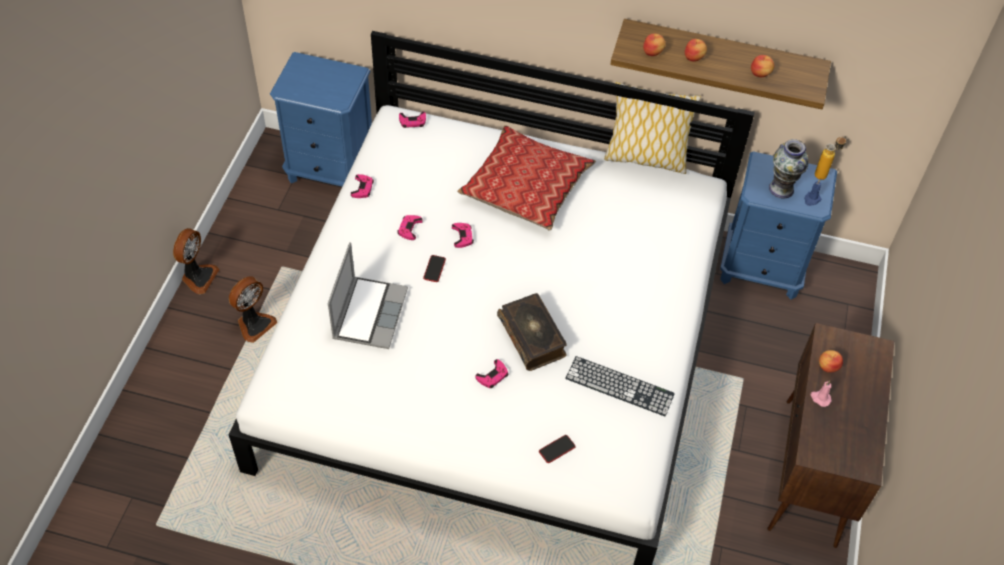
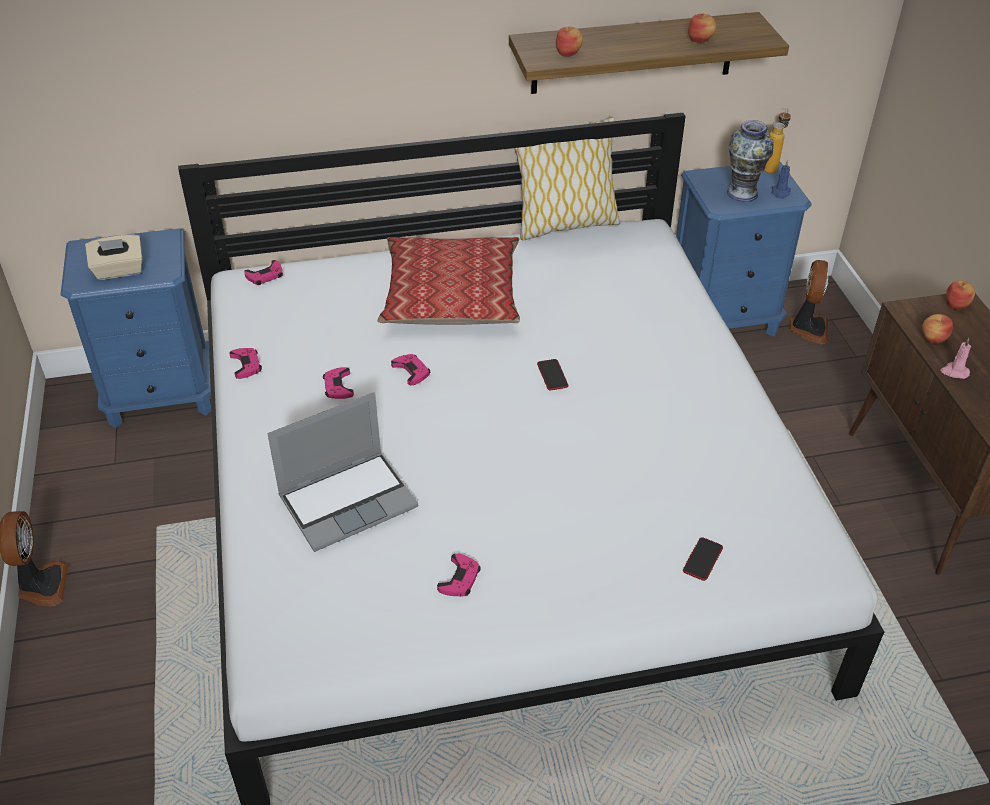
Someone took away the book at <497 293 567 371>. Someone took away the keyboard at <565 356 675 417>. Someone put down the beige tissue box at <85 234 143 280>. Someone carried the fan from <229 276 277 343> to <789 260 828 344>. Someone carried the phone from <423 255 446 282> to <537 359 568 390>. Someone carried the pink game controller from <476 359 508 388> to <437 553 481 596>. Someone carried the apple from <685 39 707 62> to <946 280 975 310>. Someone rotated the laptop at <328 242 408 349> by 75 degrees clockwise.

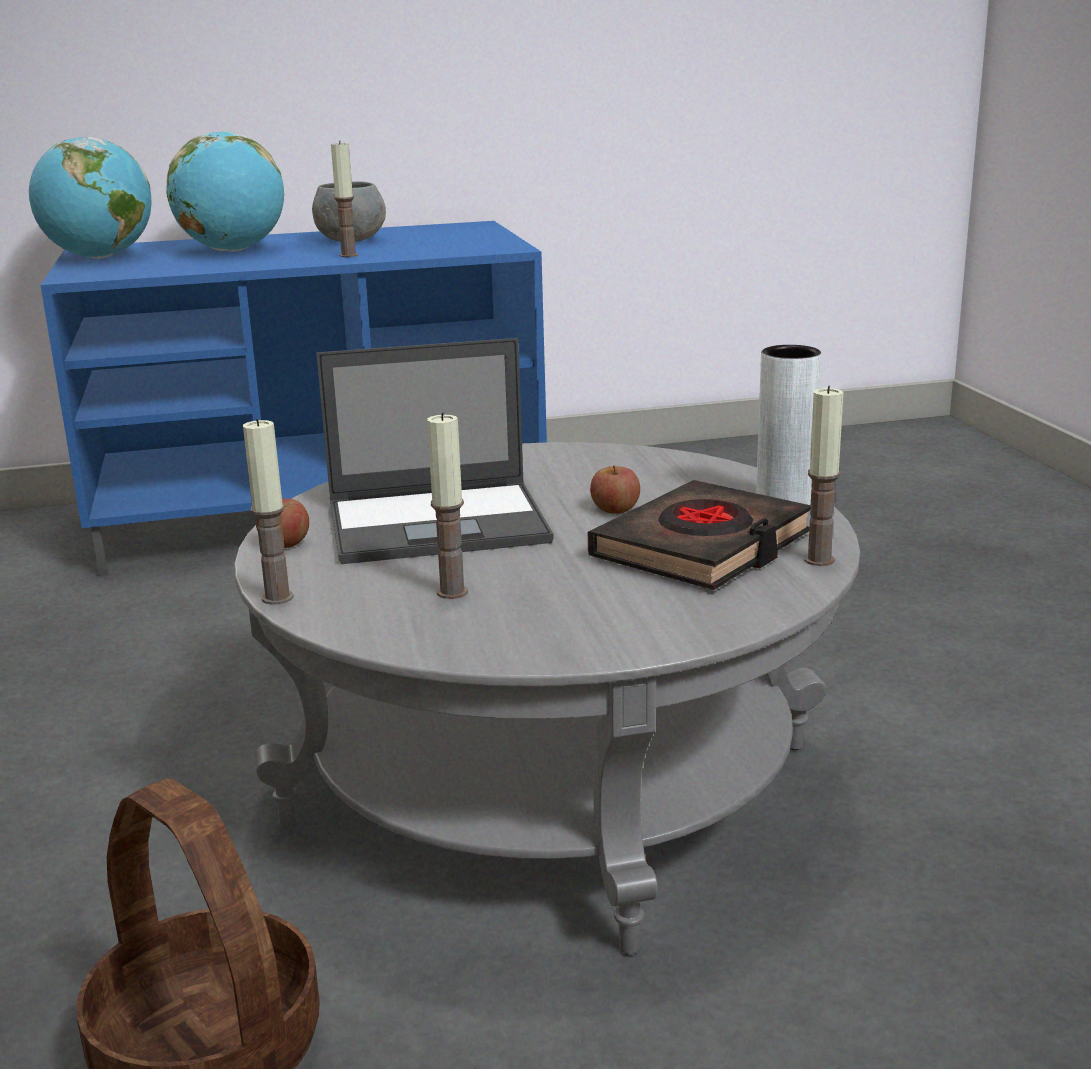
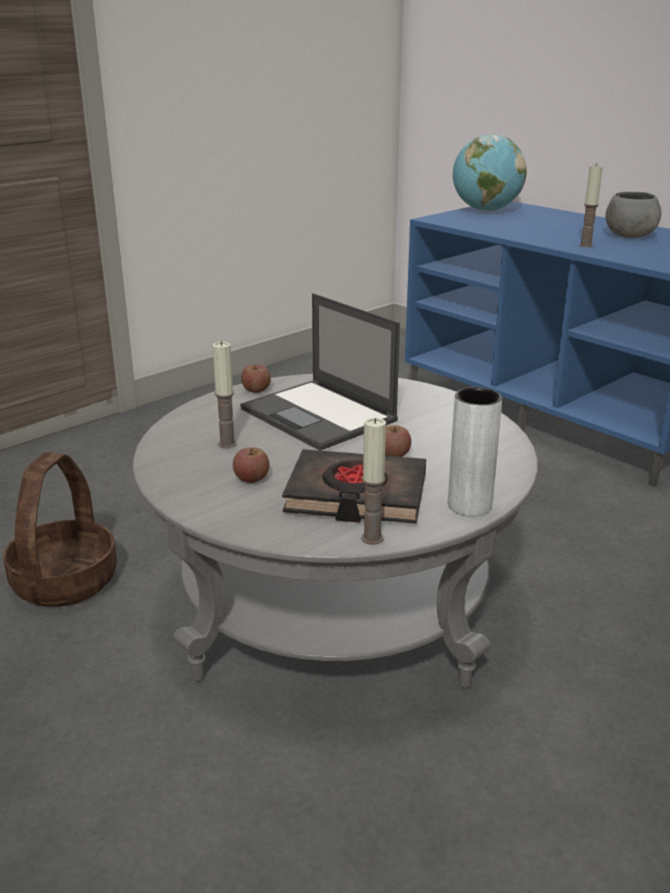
Someone took away the globe at <166 131 284 251>. Someone took away the candle at <243 419 294 605>. Someone put down the apple at <233 447 269 483>.

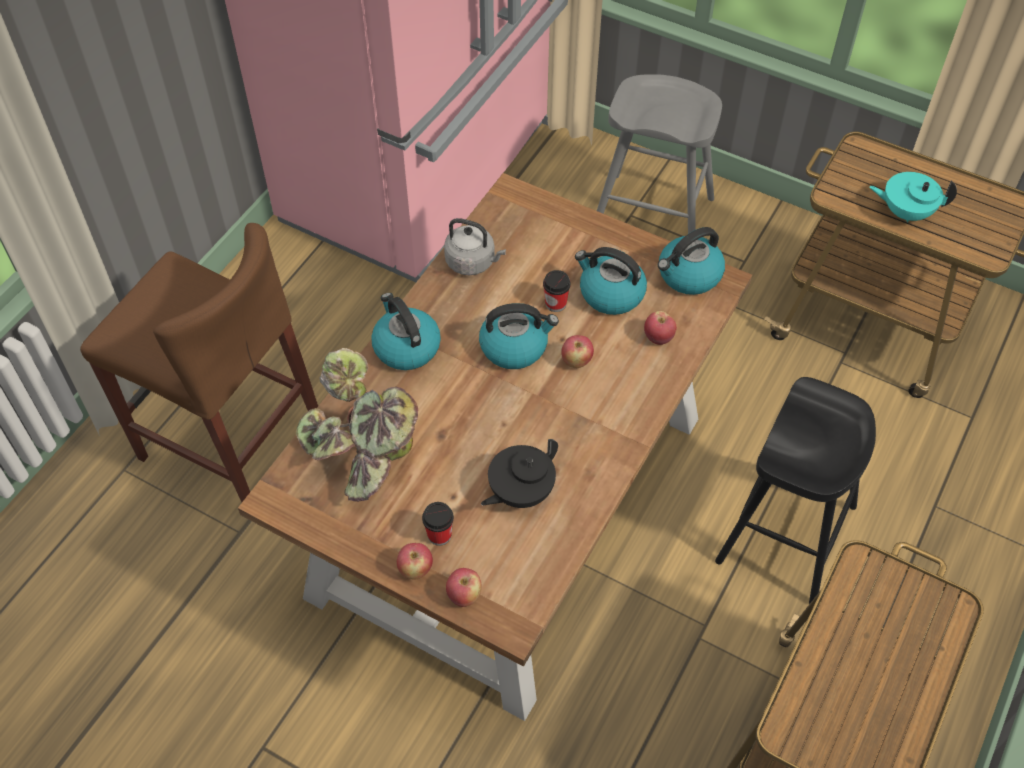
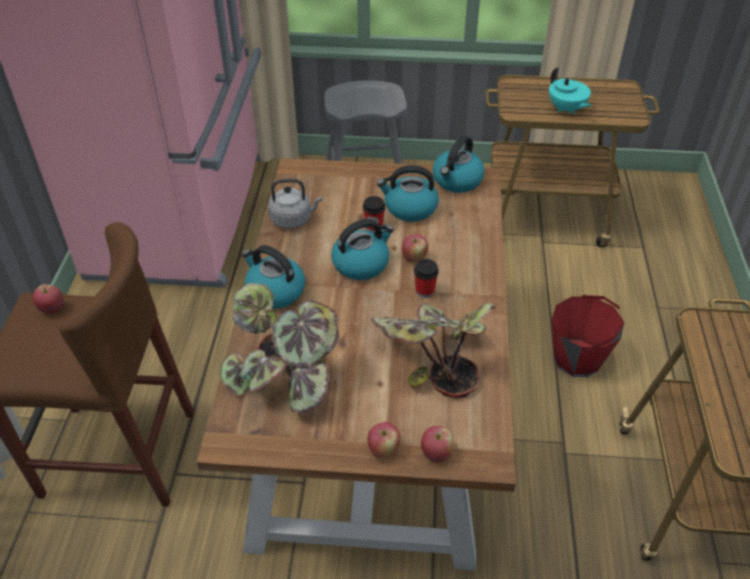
Someone carried the cup from <422 502 454 546> to <414 259 439 298>. Someone carried the apple from <644 311 677 345> to <33 284 64 314>. Someone swapped the black teapot at <481 439 558 508> for the potted plant at <371 303 496 398>. Someone swapped the black stool at <715 377 876 604> for the red bucket at <551 295 624 377>. Someone rotated the turquoise teapot at <869 172 957 222> by 105 degrees counterclockwise.

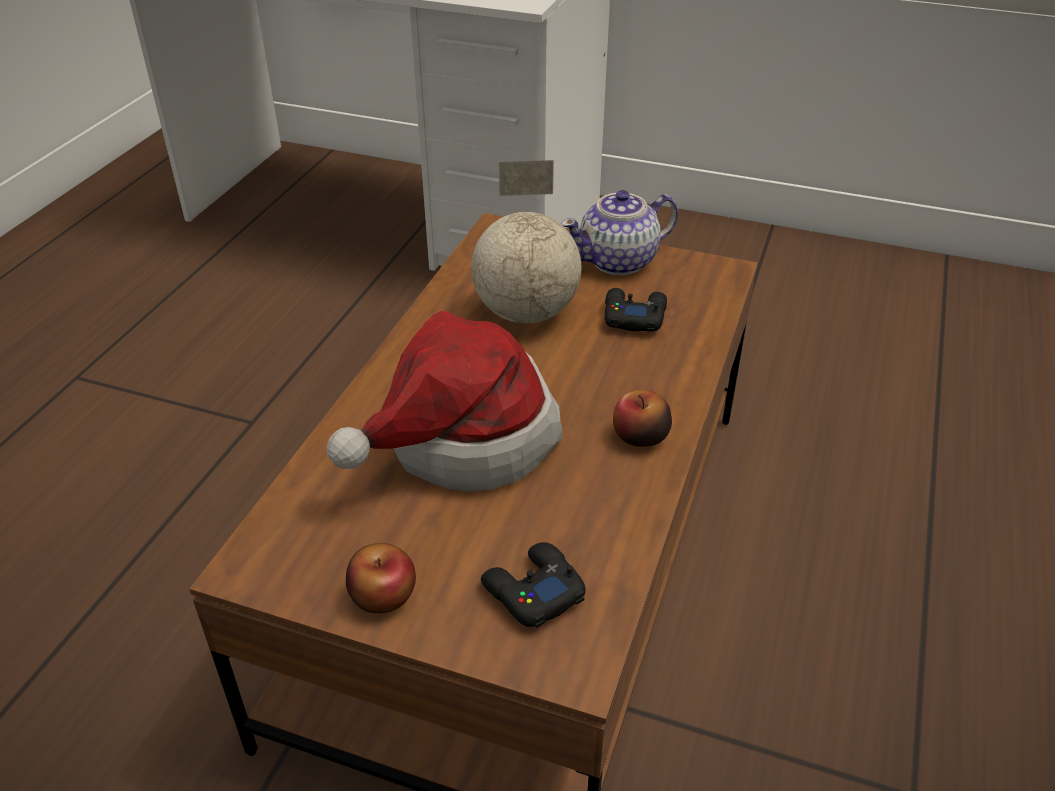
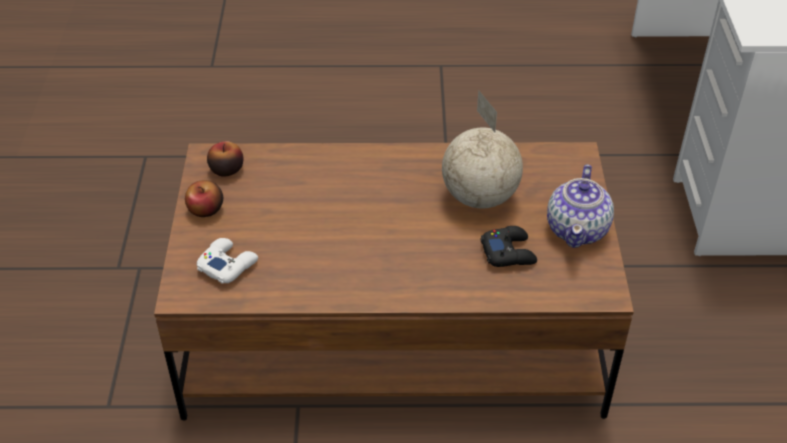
Someone took away the hat at <326 311 563 492>. Someone carried the apple from <613 390 672 447> to <207 141 244 177>. Someone repainted the black game controller at <481 542 586 628>, which became the white game controller at <197 238 258 284>. Someone rotated the teapot at <561 190 678 275> by 120 degrees counterclockwise.

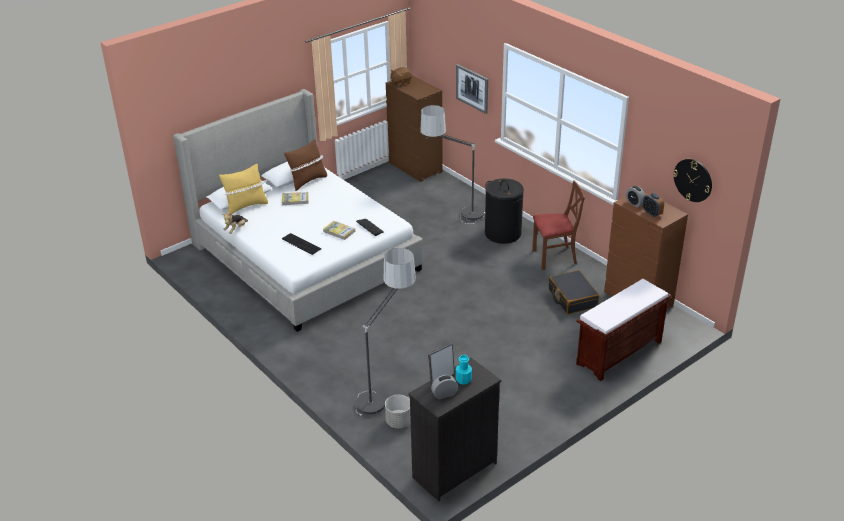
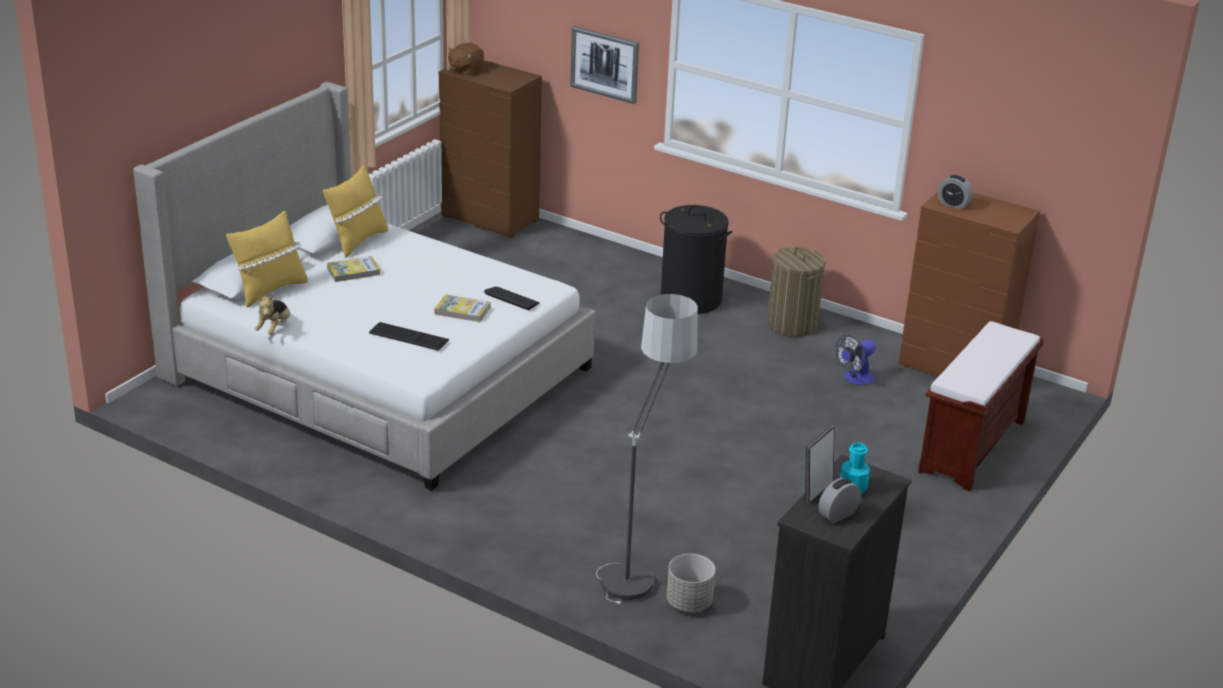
Someone took away the floor lamp at <420 105 485 224>. Someone took away the alarm clock at <643 193 664 217>. Someone took away the wall clock at <673 159 712 202>. Someone swapped the brown chair at <532 180 585 270> for the laundry basket at <767 247 826 337>. Someone swapped the black suitcase at <549 270 599 314> for the fan at <836 335 876 385>. Someone repainted the brown pillow at <284 139 327 191>, which became the yellow pillow at <323 165 388 258>.

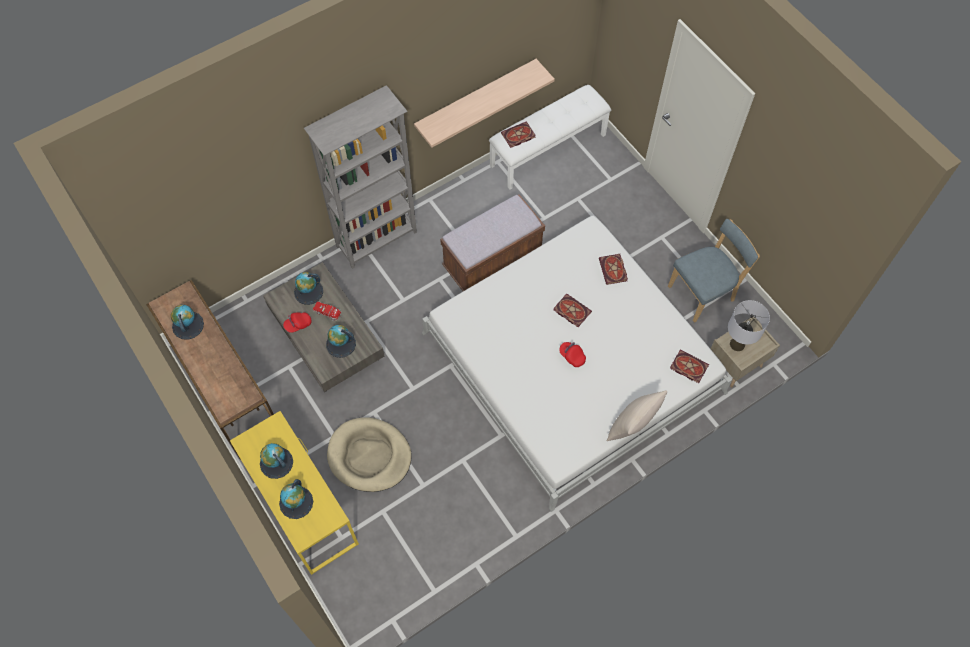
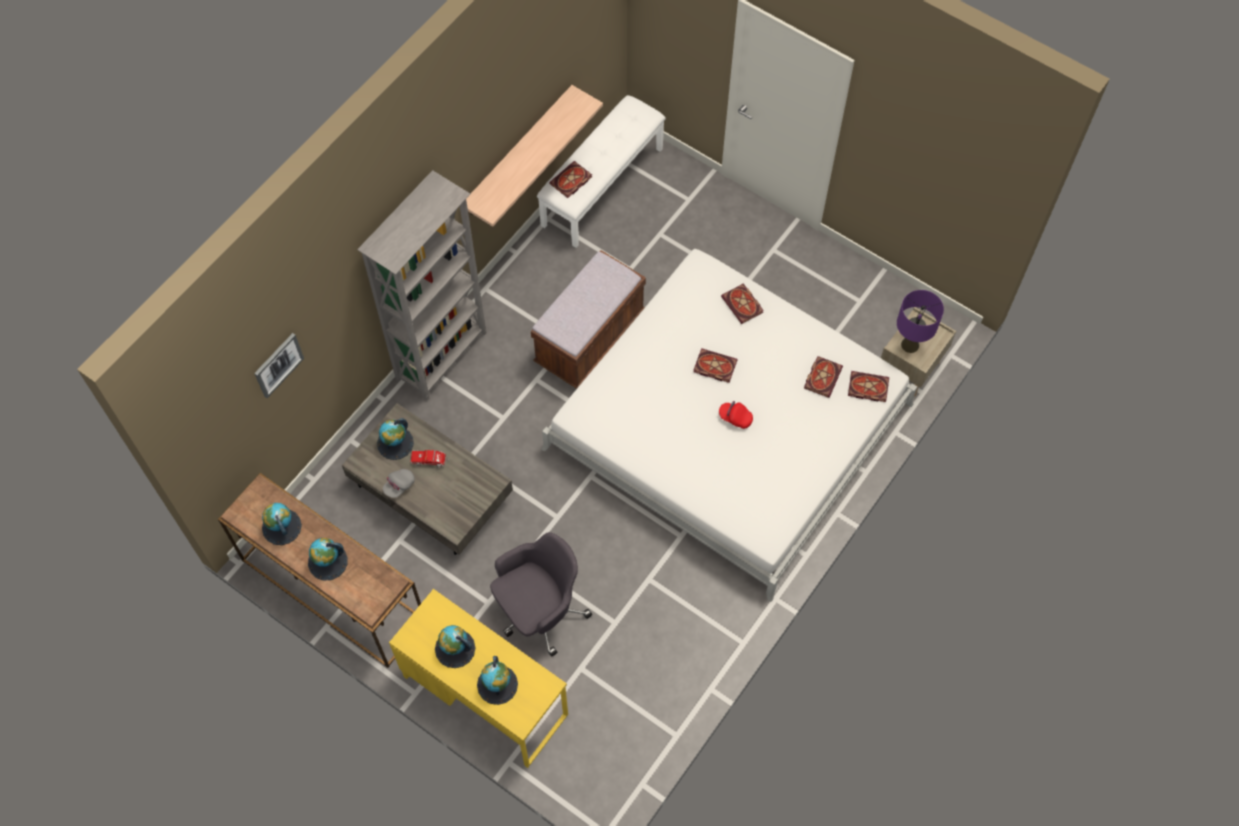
Someone took away the beige pillow at <607 390 667 441>. Someone took away the blue chair at <668 219 760 323>. Someone put up the picture at <254 333 304 398>. Someone put down the book at <804 356 843 398>. Someone carried the globe from <326 325 356 358> to <308 538 348 581>. Someone swapped the beige dog bed at <327 417 412 492> for the grey office chair at <490 532 592 657>. Someone repainted the red cap at <283 312 311 333>, which became the grey cap at <383 469 415 498>. Someone repainted the grey table lamp at <728 300 770 351>, which became the purple table lamp at <897 290 944 353>.

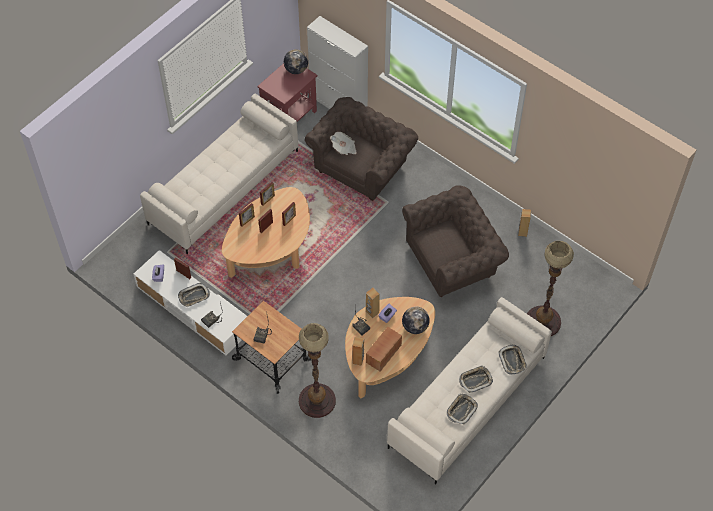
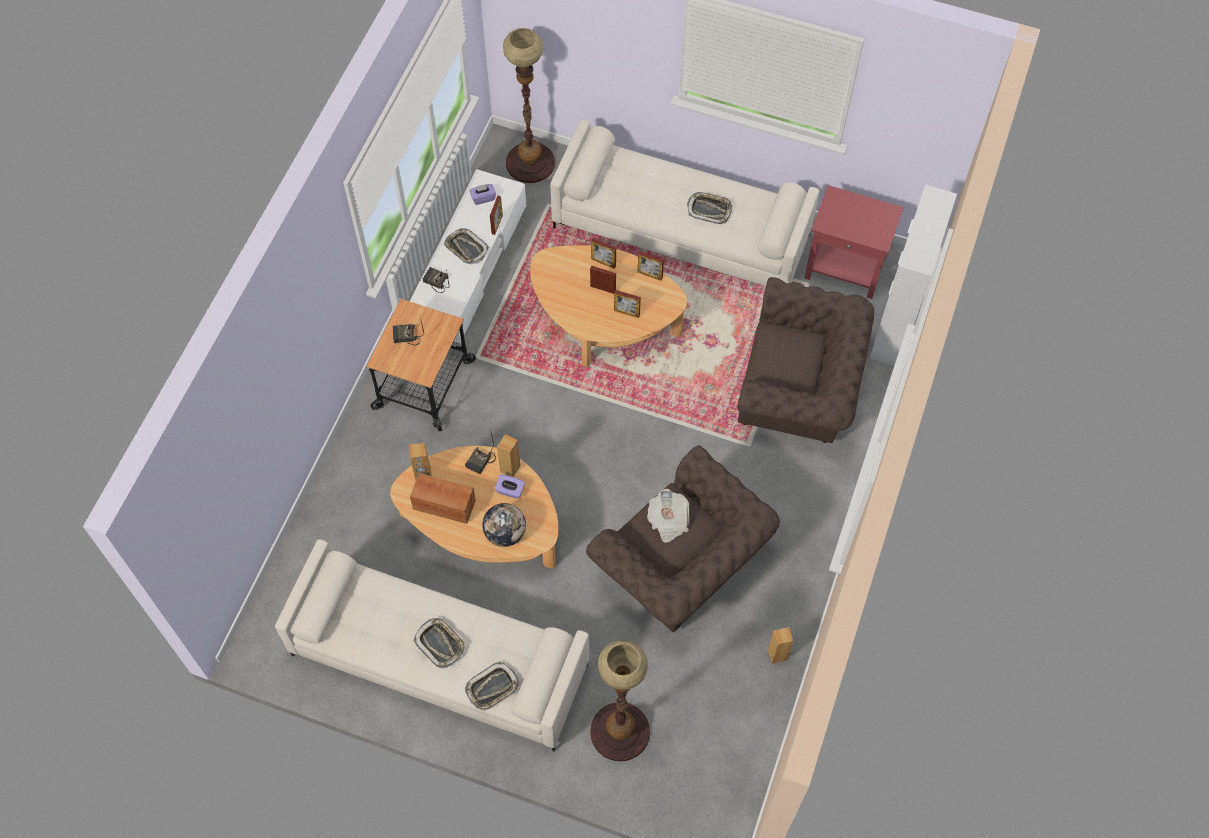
Someone took away the globe at <284 49 308 74>. Someone carried the floor lamp from <299 323 336 418> to <503 28 555 183>. Someone carried the newspaper from <330 132 357 155> to <647 489 690 543>. Someone carried the tray from <447 394 478 425> to <687 192 732 224>.

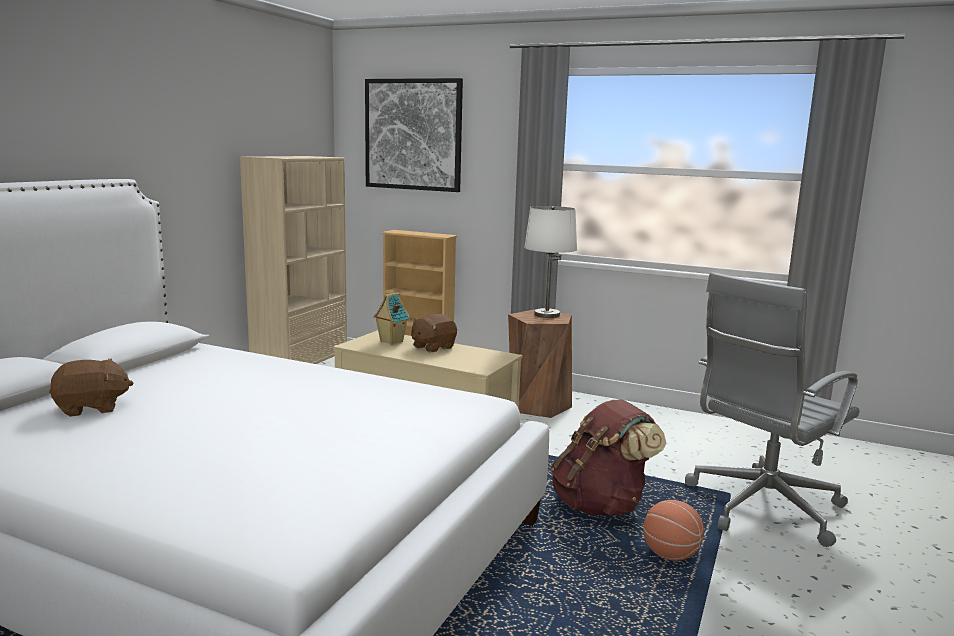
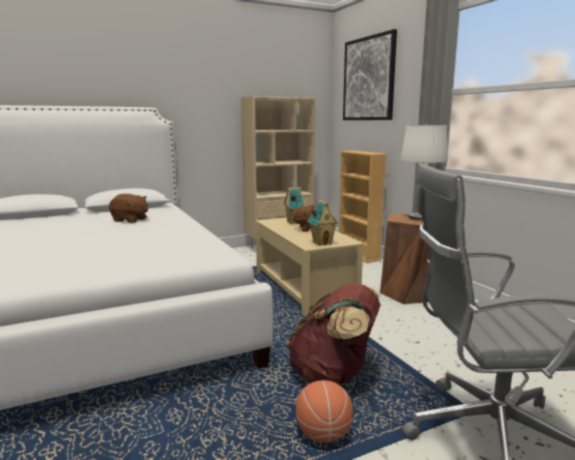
Someone put down the toy house at <308 200 338 246>. Someone carried the brown plush toy from <49 359 133 417> to <109 194 148 223>.

